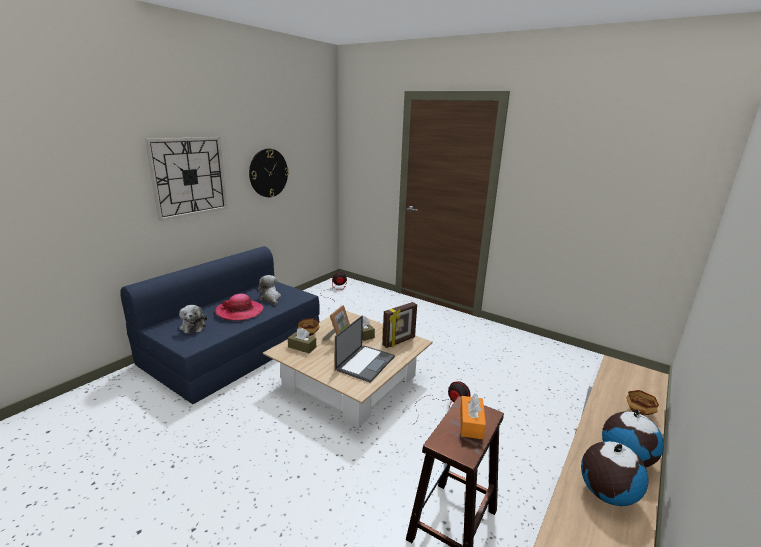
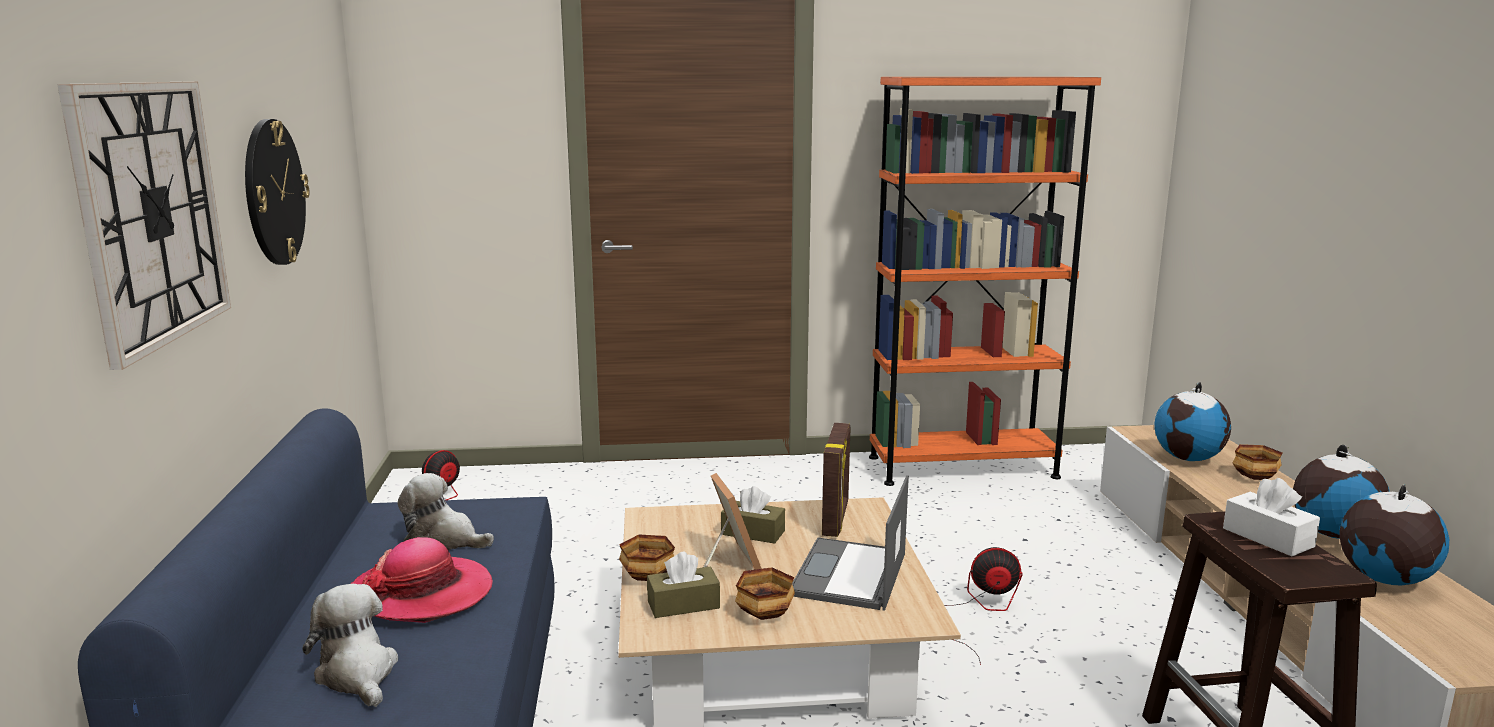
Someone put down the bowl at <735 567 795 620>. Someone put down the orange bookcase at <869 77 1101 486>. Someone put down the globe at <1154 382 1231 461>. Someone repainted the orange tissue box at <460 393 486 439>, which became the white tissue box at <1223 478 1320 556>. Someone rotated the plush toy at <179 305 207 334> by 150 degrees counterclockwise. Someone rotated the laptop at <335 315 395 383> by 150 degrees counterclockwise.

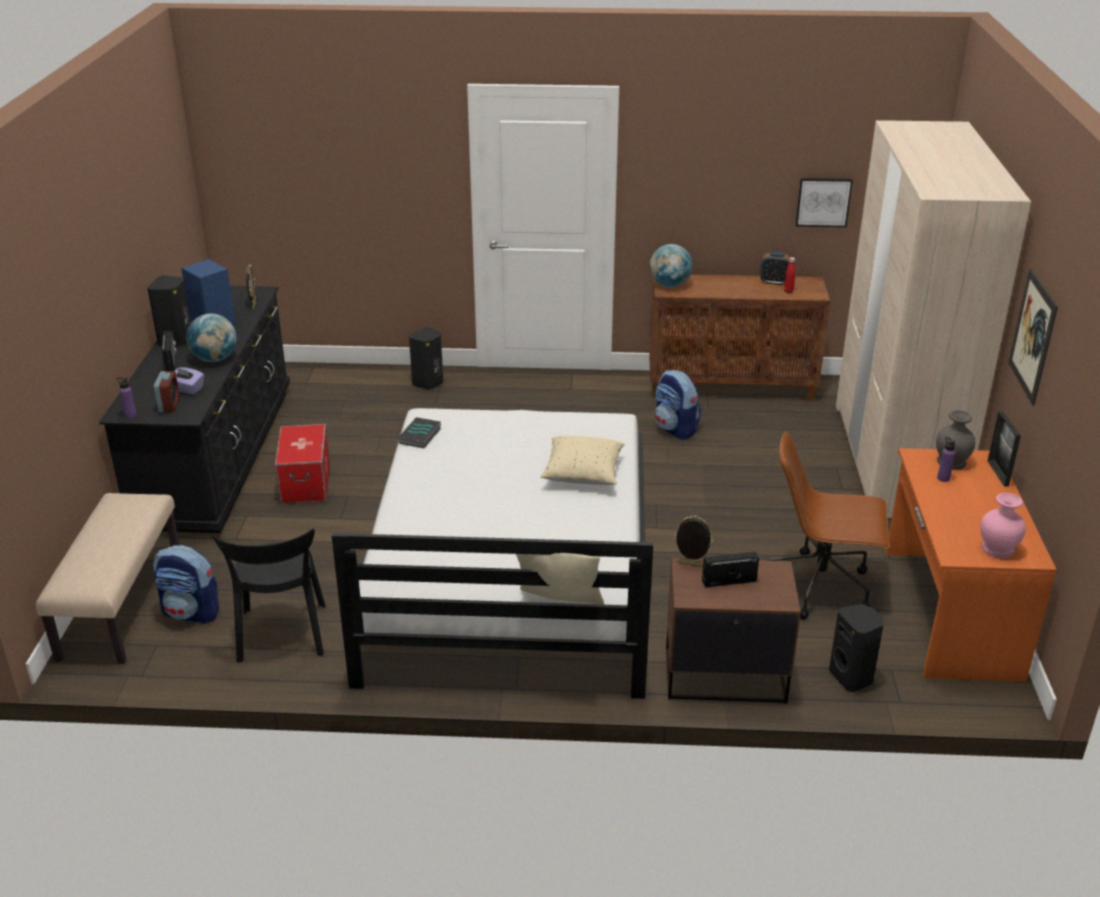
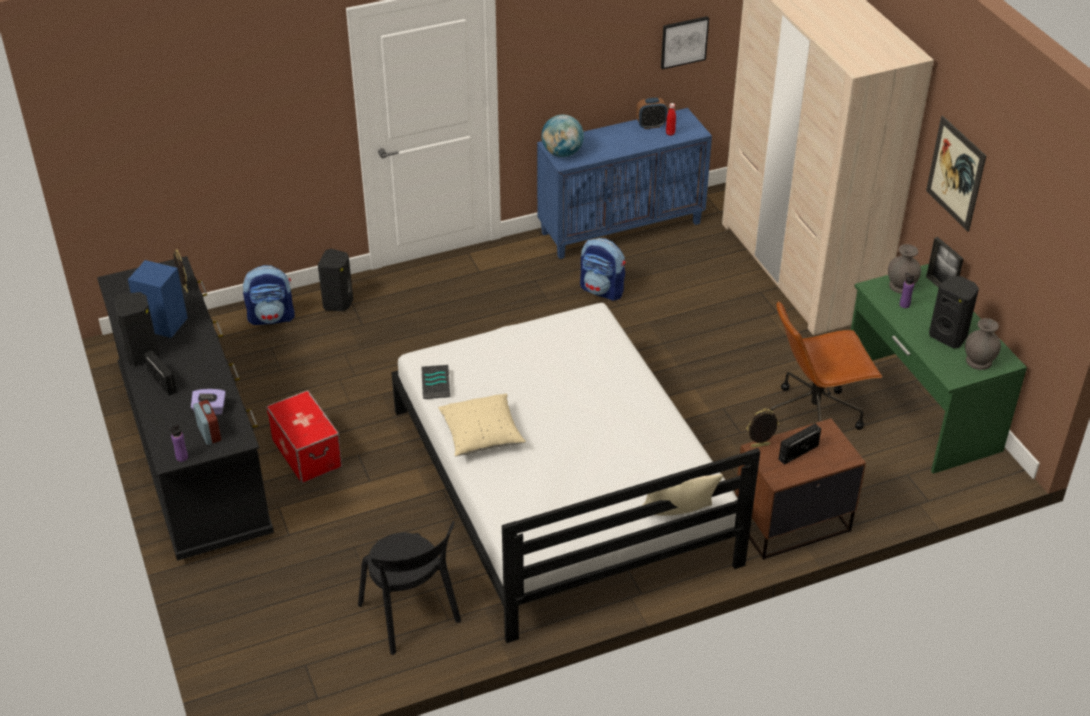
Someone took away the beige bench at <36 493 179 664>. Someone took away the globe at <186 313 237 362>. Someone carried the backpack from <153 545 219 624> to <243 265 295 325>. Someone carried the beige pillow from <541 436 625 485> to <438 394 526 456>. Someone carried the black speaker from <829 604 883 692> to <929 276 979 348>. Someone repainted the brown cabinet at <649 274 830 401>, which became the blue cabinet at <537 108 712 259>. Someone repainted the orange desk at <886 448 1057 682>, which became the green desk at <851 264 1027 474>. Someone repainted the pink vase at <980 493 1026 558>, which became the grey vase at <965 318 1001 370>.

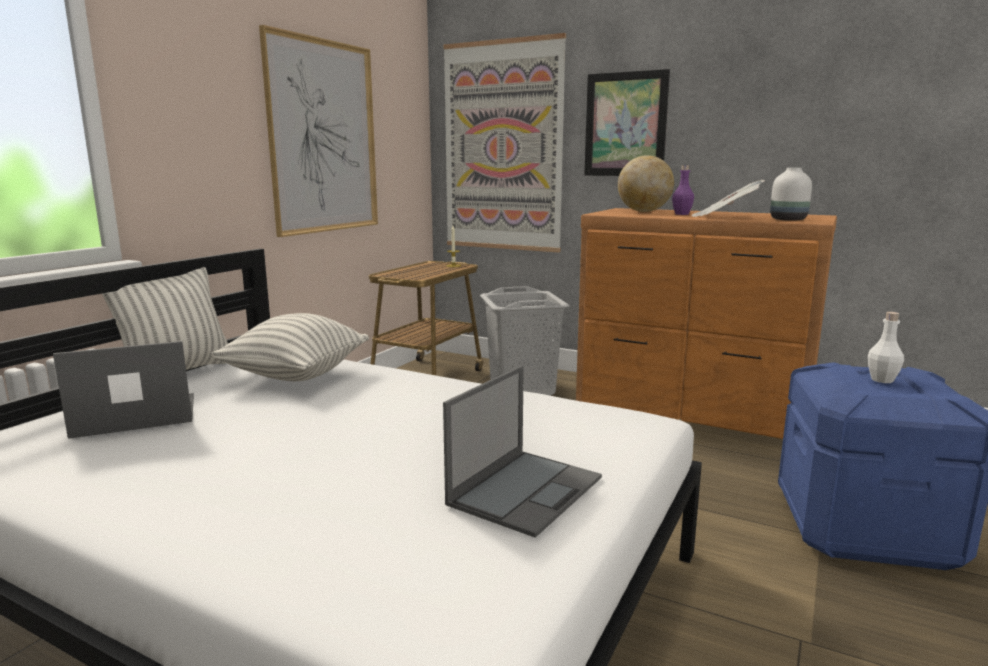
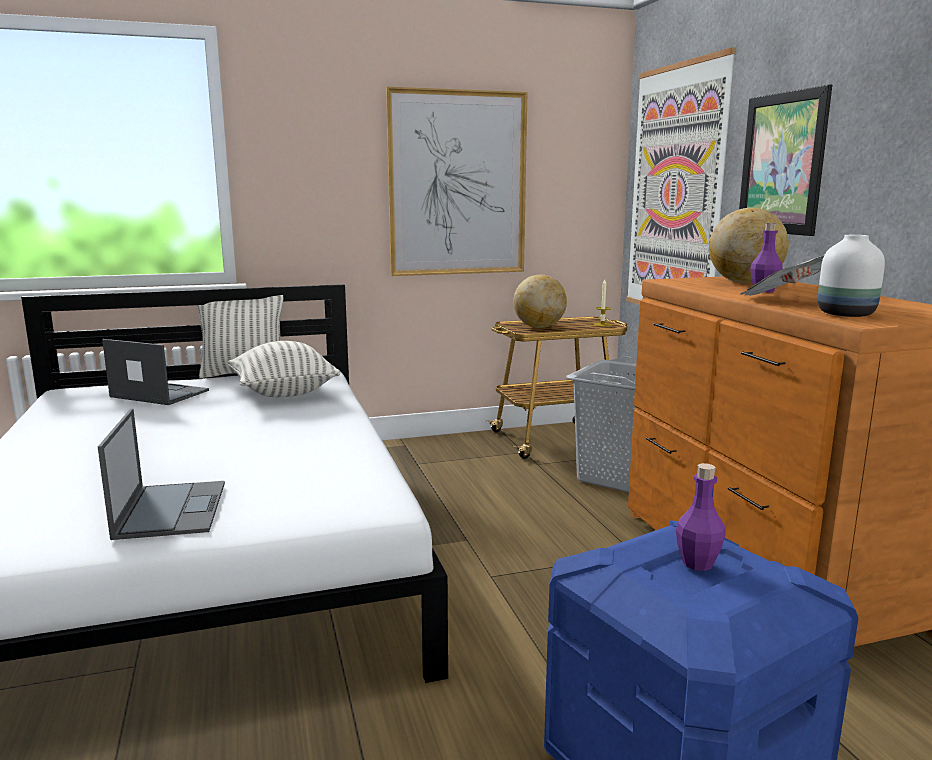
Someone put down the globe at <513 275 567 328>. Someone repainted the white bottle at <868 312 904 383>, which became the purple bottle at <676 463 726 571>. Someone rotated the laptop at <443 366 602 538> by 90 degrees counterclockwise.

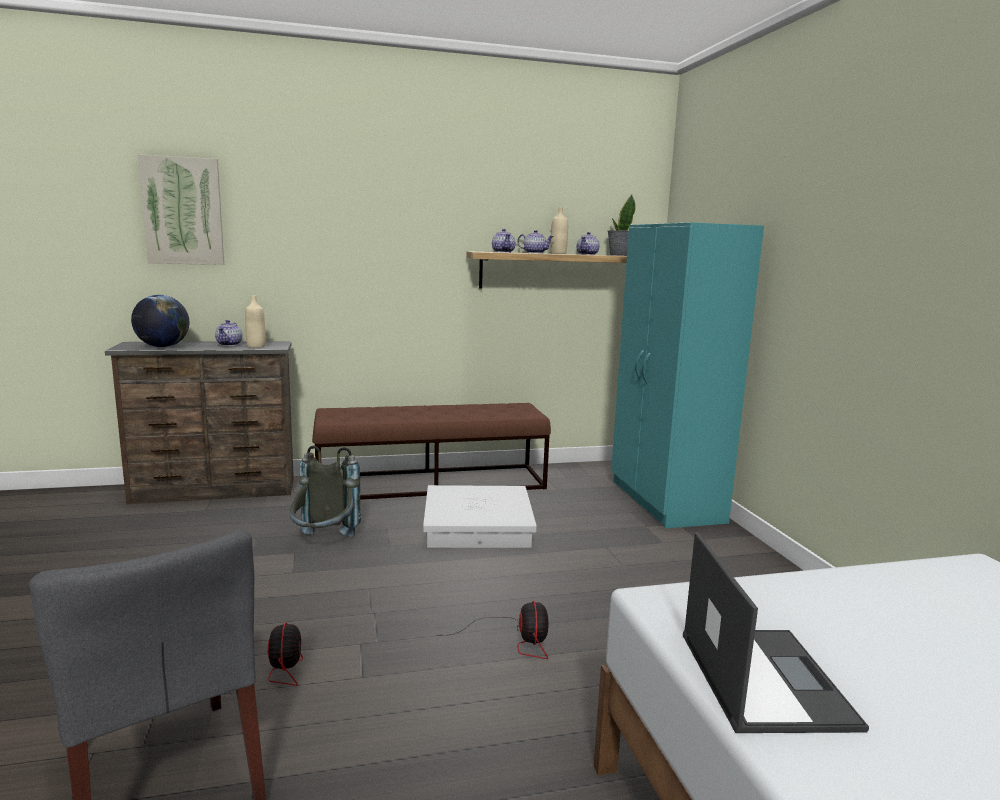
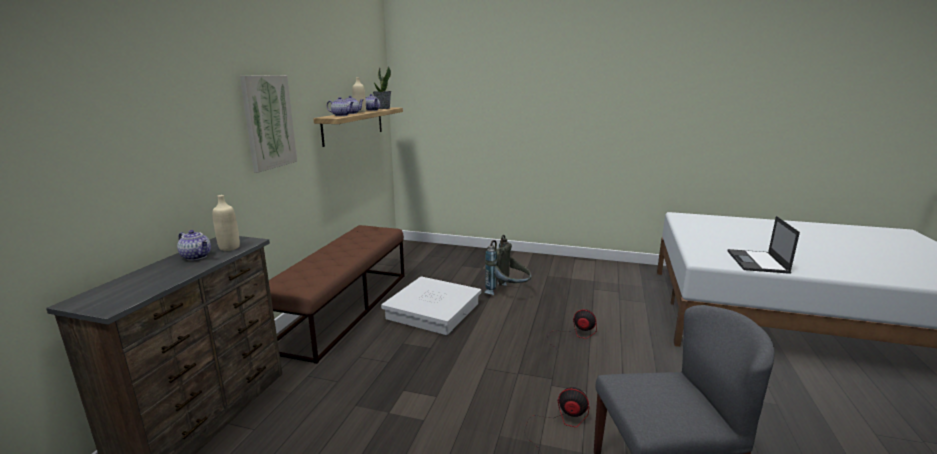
Someone took away the globe at <131 295 189 347>. Someone took away the turquoise wardrobe at <611 222 764 529>. Someone carried the picture from <138 154 224 265> to <240 75 297 172>. Someone carried the grey backpack from <290 446 361 537> to <484 235 532 295>. Someone rotated the laptop at <683 532 869 733> by 105 degrees counterclockwise.

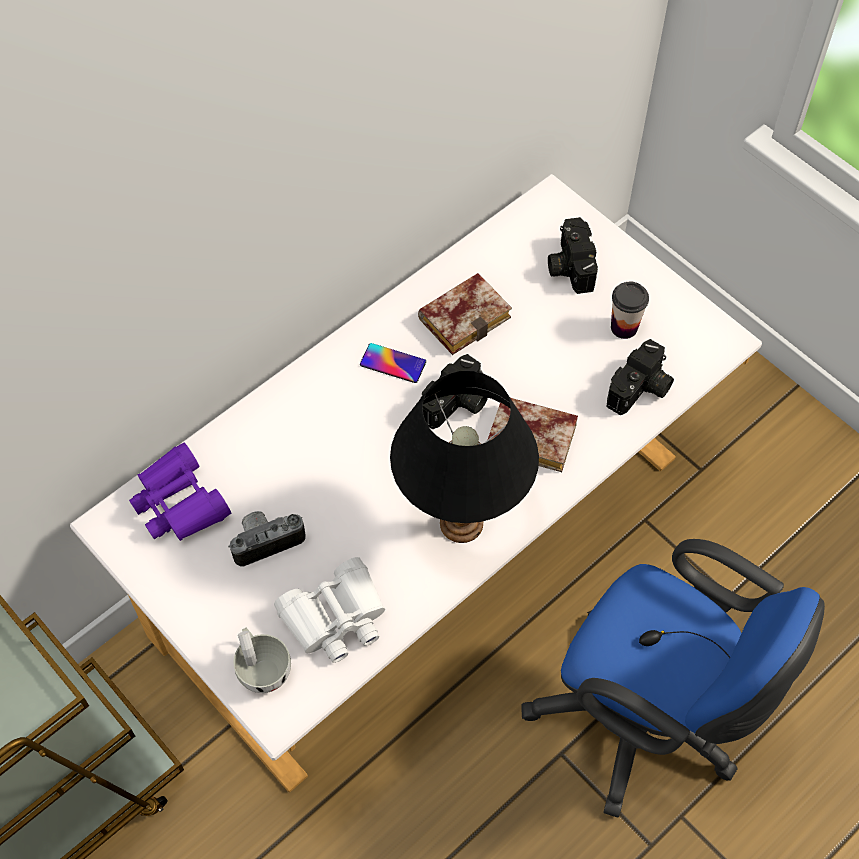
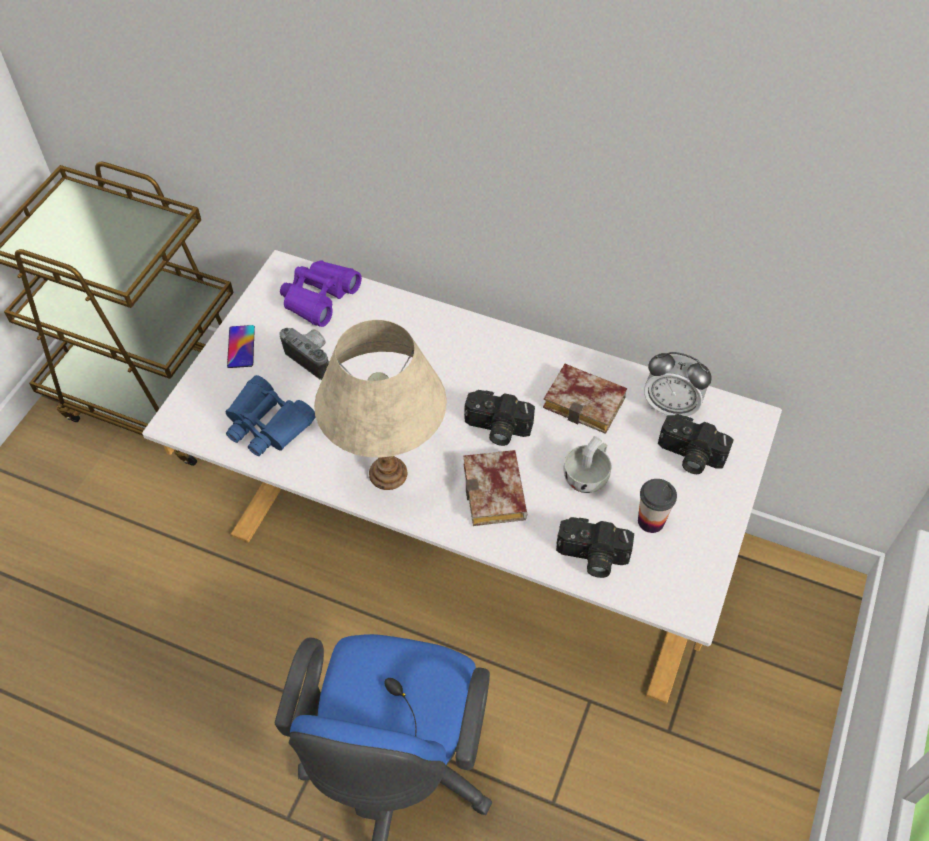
Someone put down the alarm clock at <644 352 712 416>. Someone carried the white cup from <233 628 291 693> to <563 436 611 493>. Someone carried the phone from <360 343 426 383> to <227 325 255 368>. Someone repainted the white binoculars at <274 557 385 663>, which became the blue binoculars at <226 375 316 456>. Someone repainted the black table lamp at <390 371 539 543>, which became the beige table lamp at <314 320 447 490>. Someone rotated the photo camera at <548 217 598 294> by 120 degrees counterclockwise.

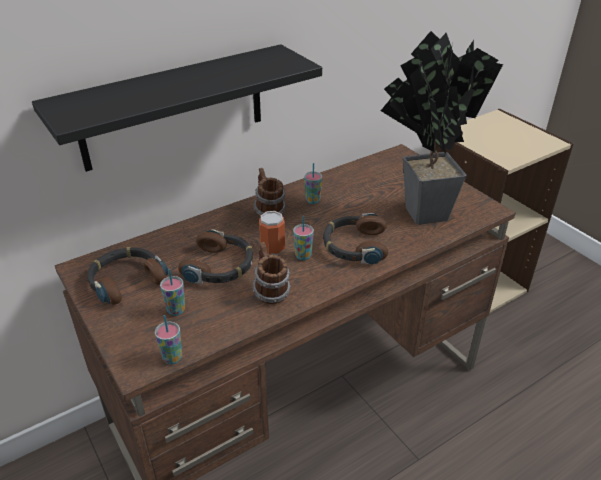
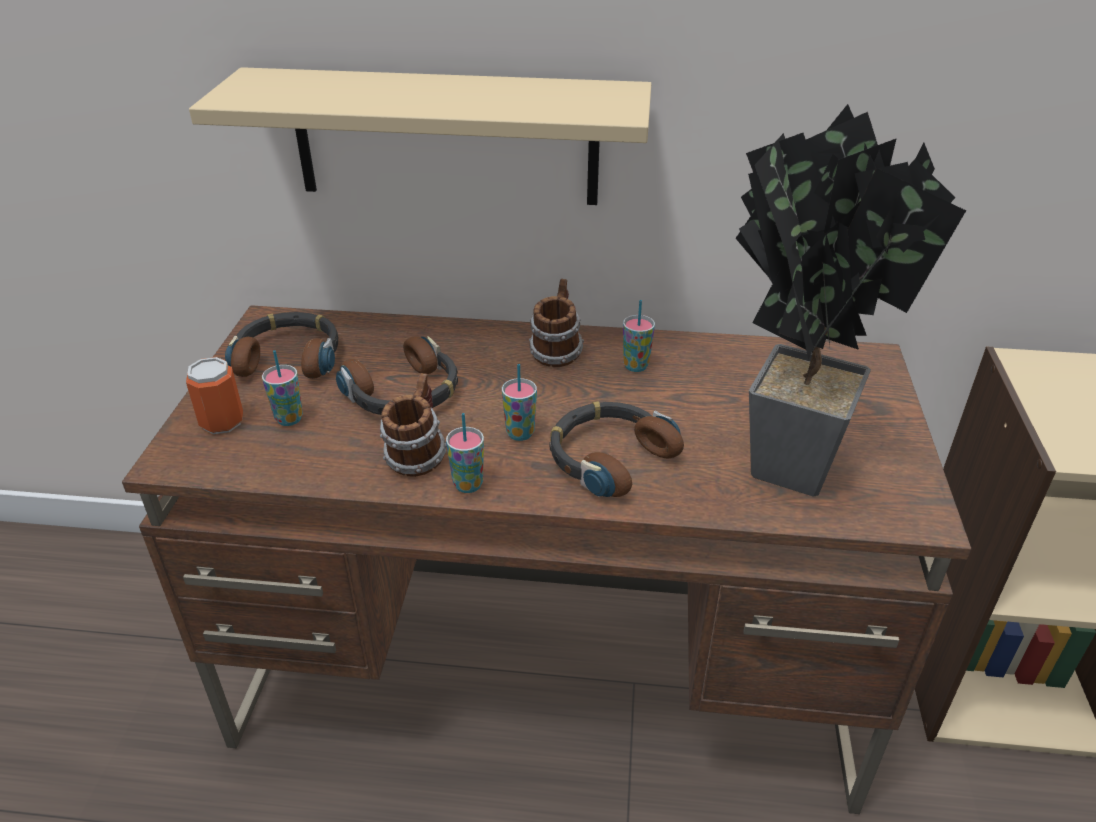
Someone carried the cup from <155 315 182 364> to <446 413 484 493>. Someone carried the can from <259 211 285 255> to <186 357 243 434>. Someone repainted the black shelf at <32 44 322 172>, which became the beige shelf at <189 67 651 205>.

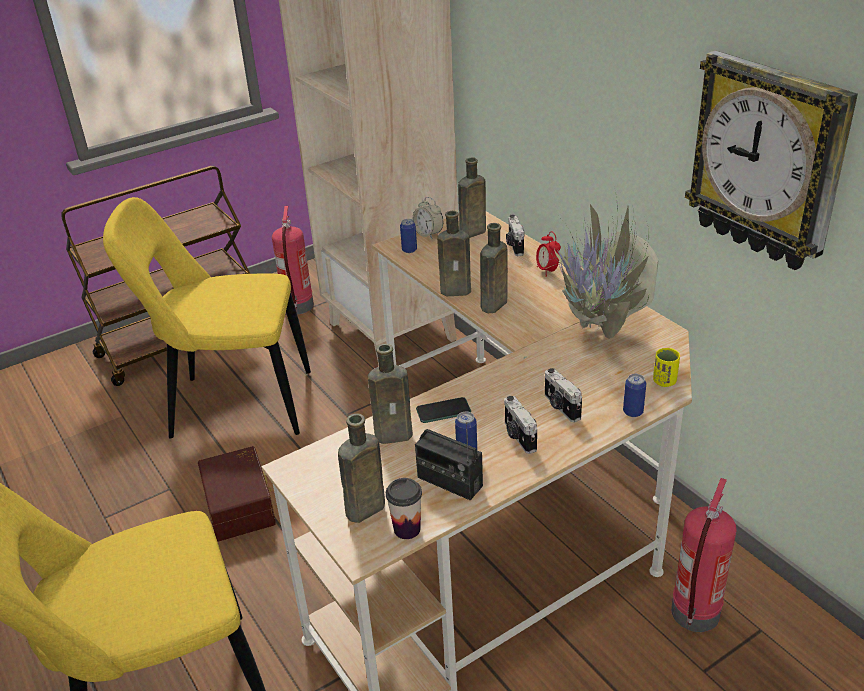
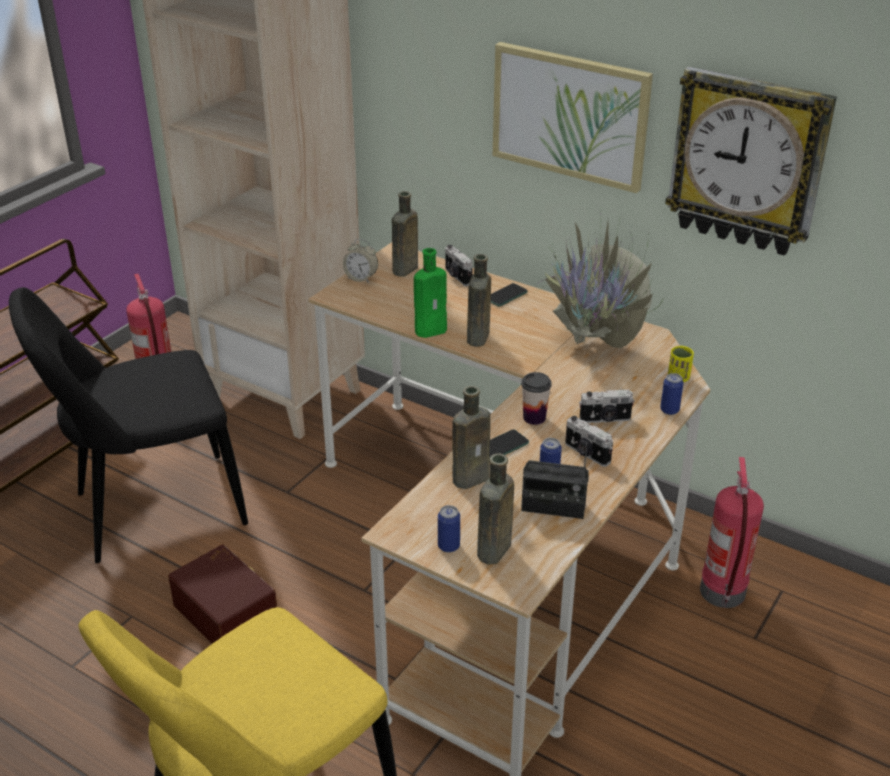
Someone put up the picture at <493 42 653 193>. Someone carried the cup from <386 478 422 539> to <521 372 552 425>. Someone carried the can from <400 219 417 253> to <438 505 460 553>. Someone swapped the alarm clock at <536 231 561 277> for the phone at <491 283 528 307>. Someone repainted the yellow chair at <103 197 311 439>, which became the black chair at <9 287 248 563>. Someone repainted the brown bottle at <437 211 471 296>, which became the green bottle at <414 248 447 338>. Someone rotated the photo camera at <545 368 582 422> by 45 degrees counterclockwise.

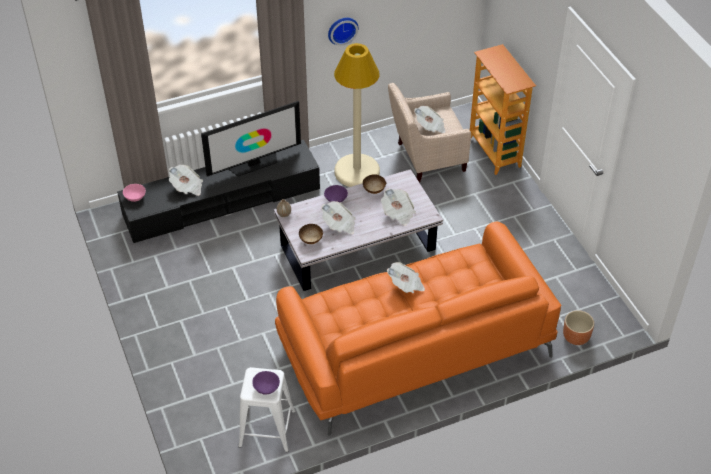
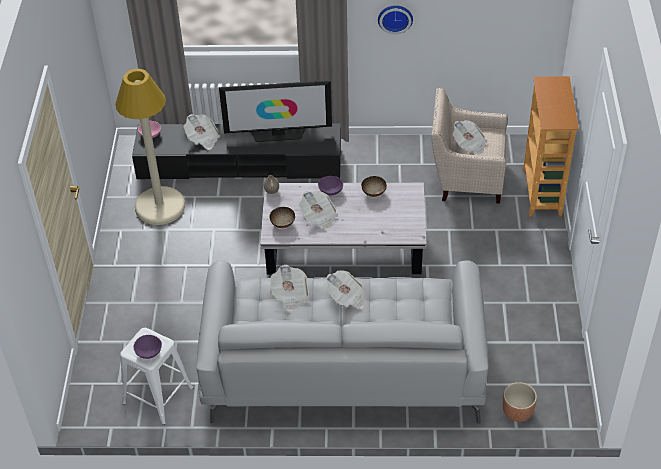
Someone carried the beige floor lamp from <334 43 380 187> to <115 69 185 225>. Someone carried the newspaper from <381 188 416 226> to <270 265 309 312>. Someone repainted the orange sofa at <275 222 561 436>, which became the grey sofa at <196 260 488 424>.

